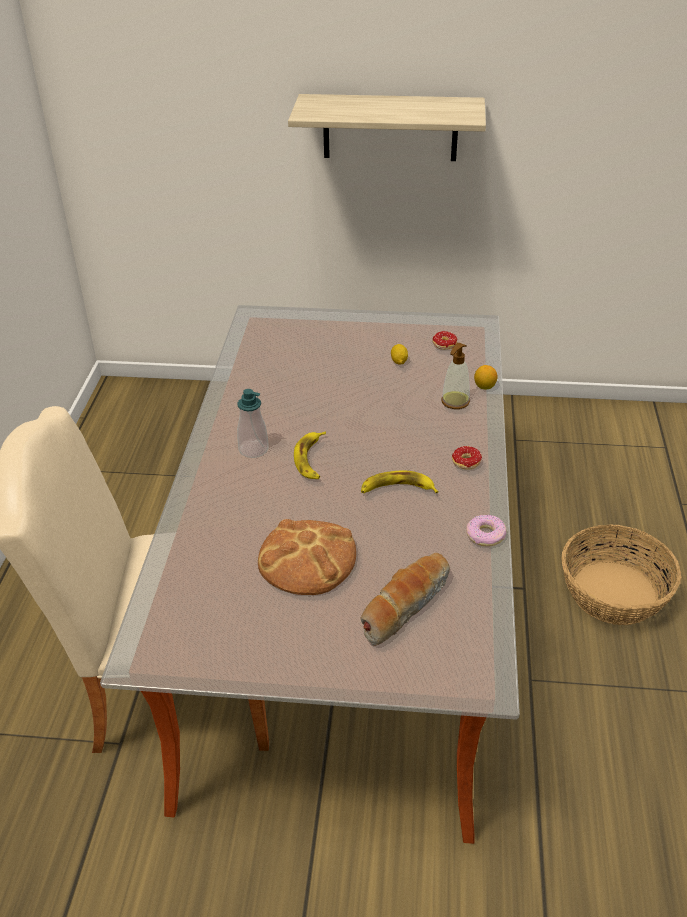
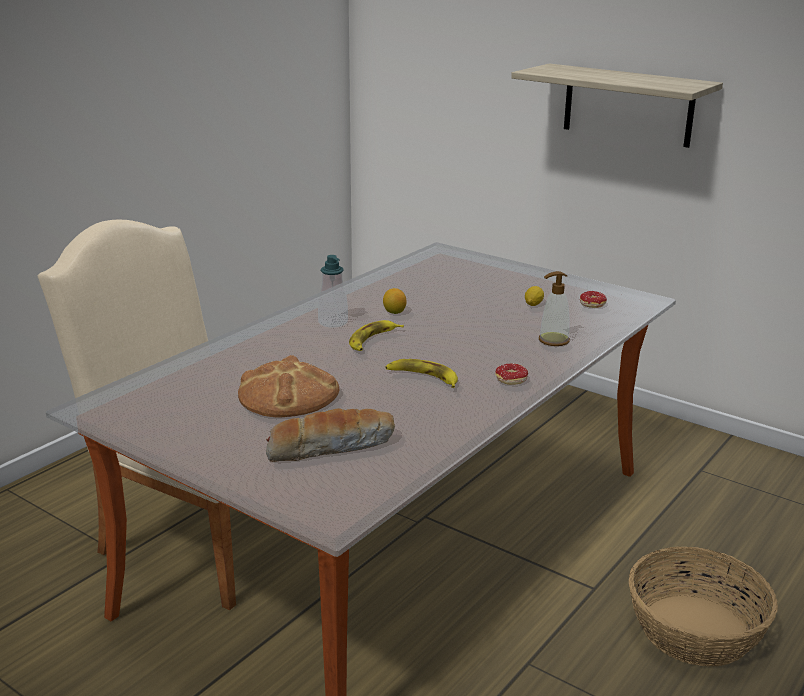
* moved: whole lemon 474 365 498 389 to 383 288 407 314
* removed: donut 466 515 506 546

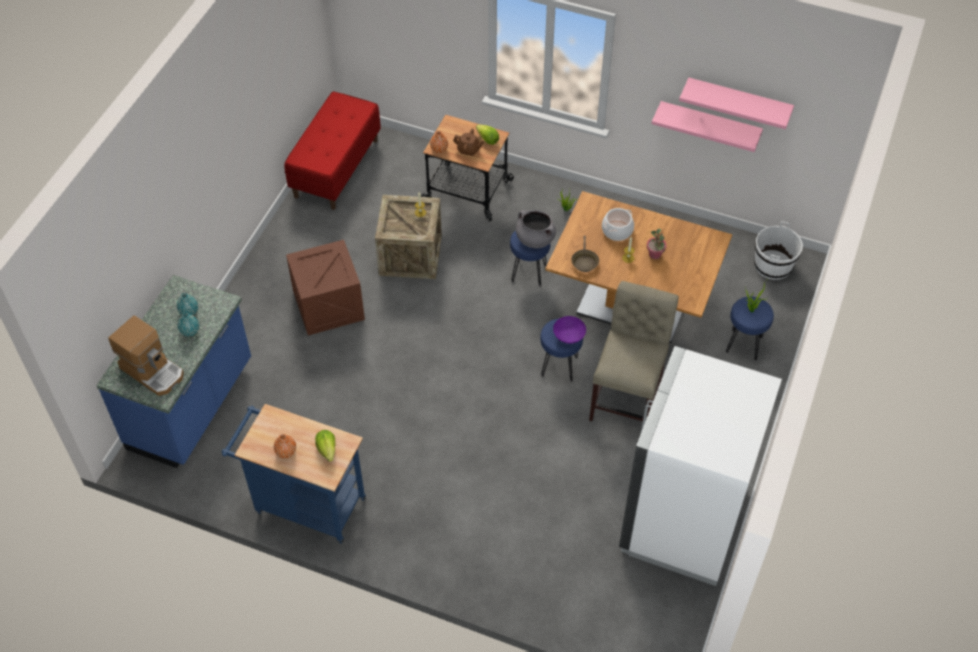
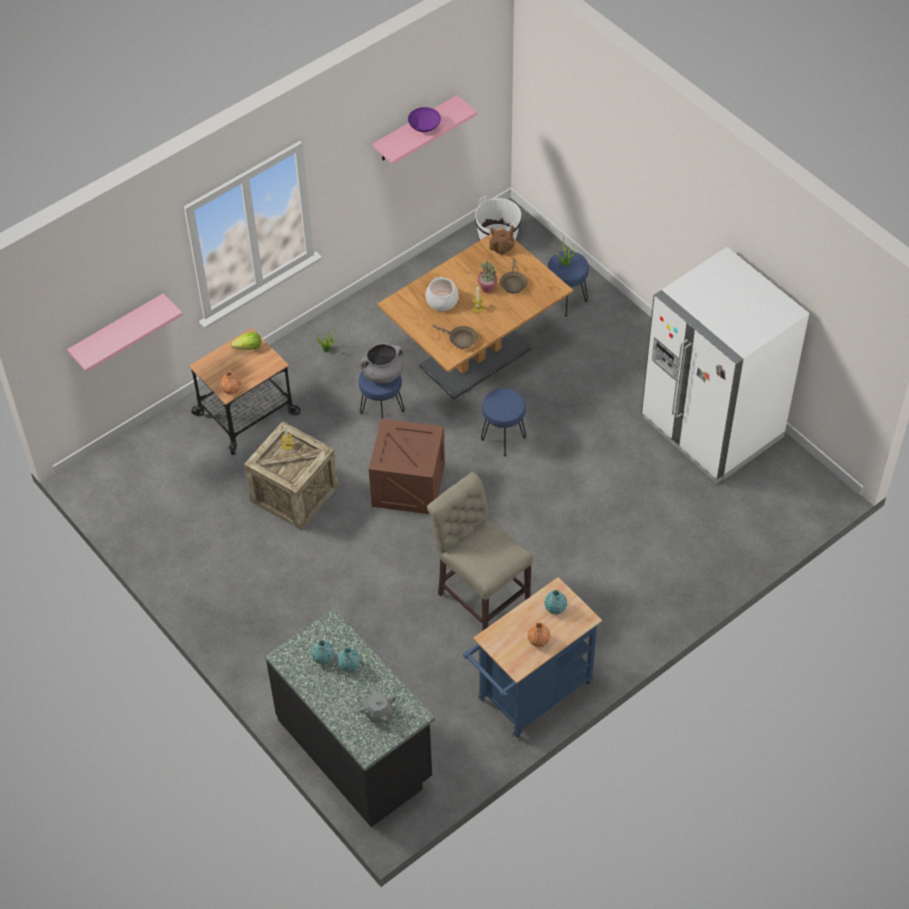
* moved: pink shelf 651 101 763 152 to 67 293 183 372
* recoloured: blue counter 96 275 251 468 to black-coloured counter 265 609 435 827
* replaced: coffee brewer 108 315 184 396 to gray teapot 360 687 396 723
* moved: shipping crate 286 240 365 335 to 369 418 445 514
* moved: purple bowl 553 316 586 344 to 408 107 441 132
* moved: beige chair 589 281 679 421 to 427 472 533 630
* moved: brown-coloured teapot 453 129 484 156 to 489 226 514 255
* added: brown-coloured frying pan 500 258 528 293
* replaced: lettuce head 315 430 336 462 to turquoise decorative vase 544 590 567 614
* removed: reddish indoor bench 284 91 381 210

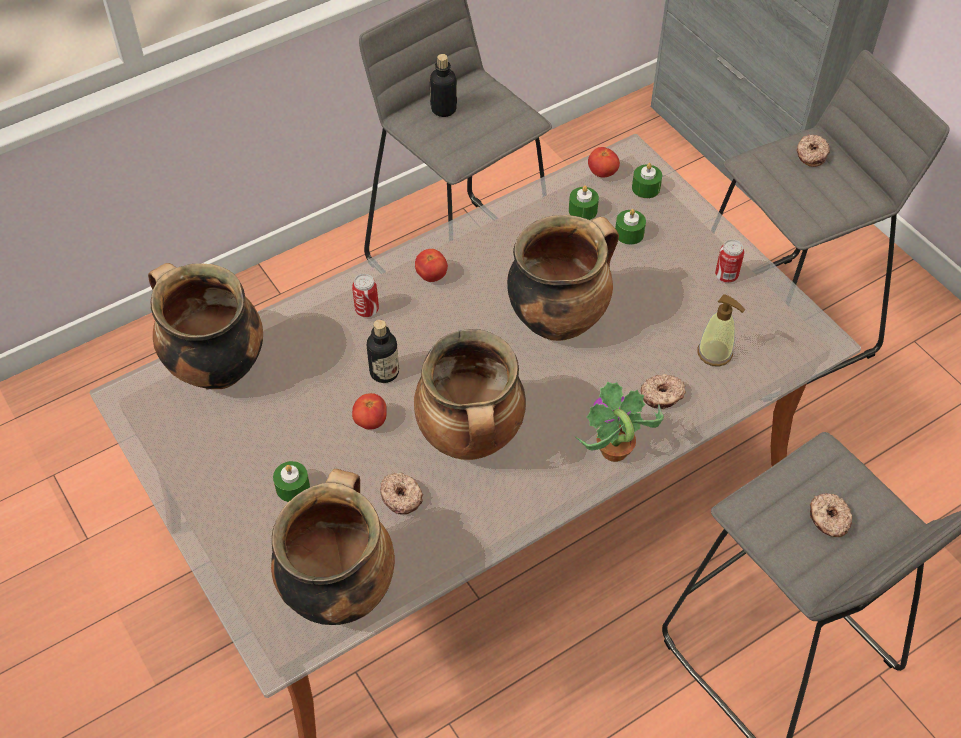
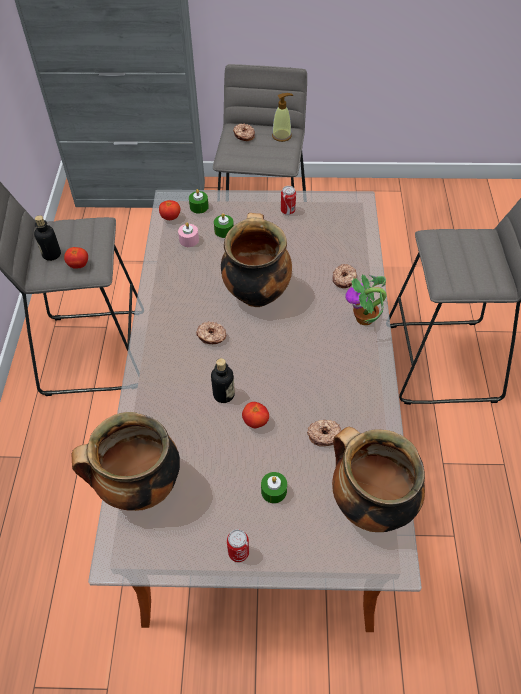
* moved: tomato 415 249 448 282 to 64 247 88 269
* recoloured: green-coloured candle 569 185 599 220 to pink candle 178 222 199 247
* moved: donut 810 493 852 537 to 196 321 227 344
* moved: can 352 274 379 317 to 227 529 249 562
* moved: soap dispenser 697 294 745 366 to 272 93 293 142
* removed: stockpot 414 329 526 460

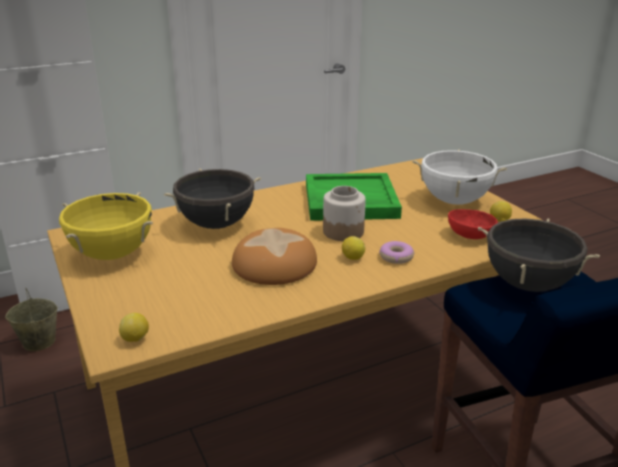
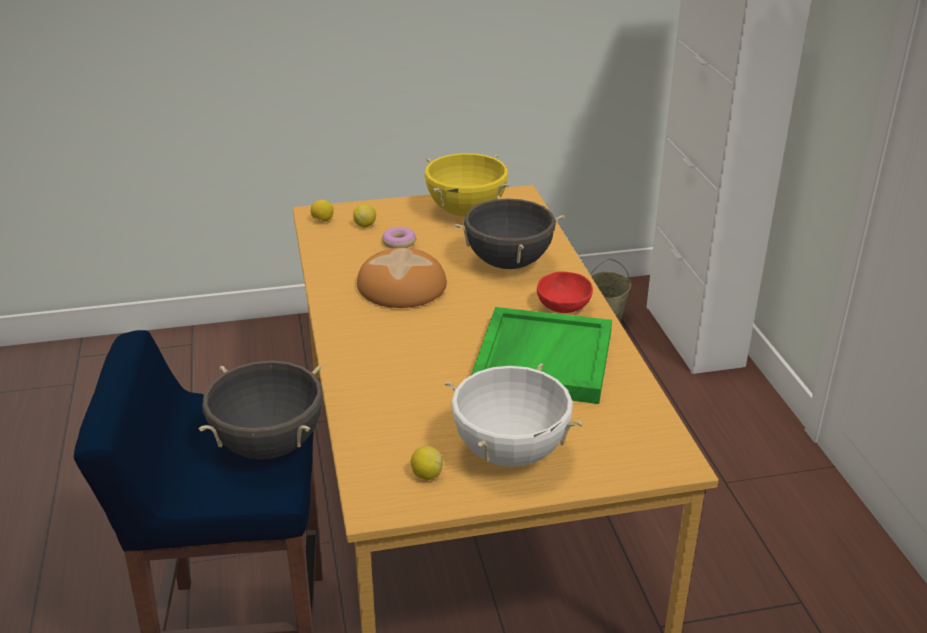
* moved: whole lemon 342 236 365 260 to 353 204 376 227
* moved: donut 379 241 414 264 to 382 227 416 248
* moved: reddish bowl 448 209 498 239 to 537 271 593 313
* removed: preserve jar 323 186 366 241

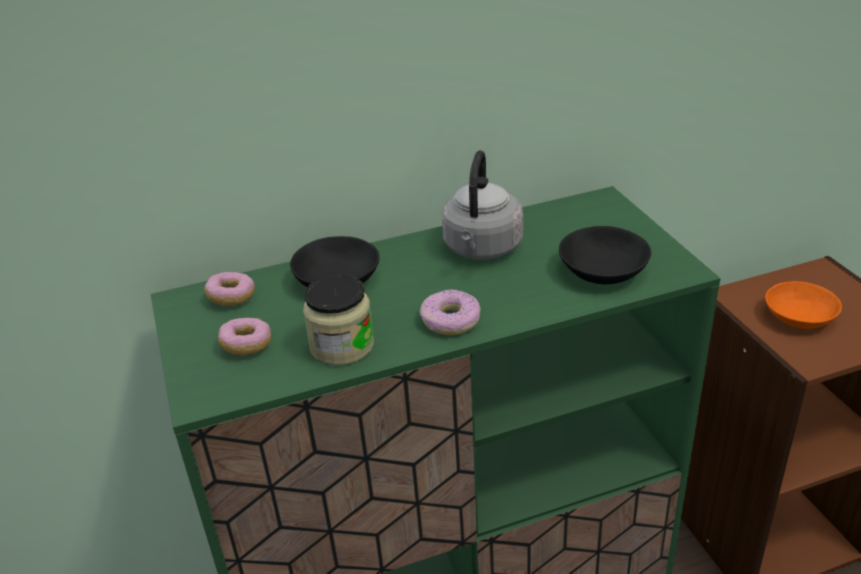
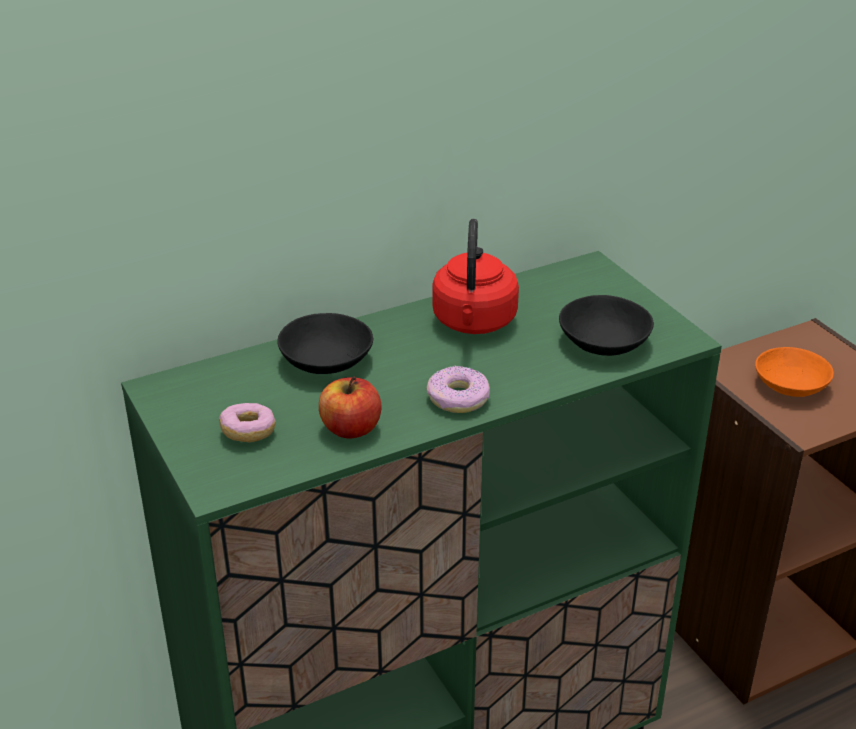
* replaced: preserve jar 303 274 374 366 to apple fruit 319 376 381 439
* recoloured: gray tea kettle 442 150 523 260 to reddish tea kettle 432 219 519 334
* removed: donut 204 272 255 306

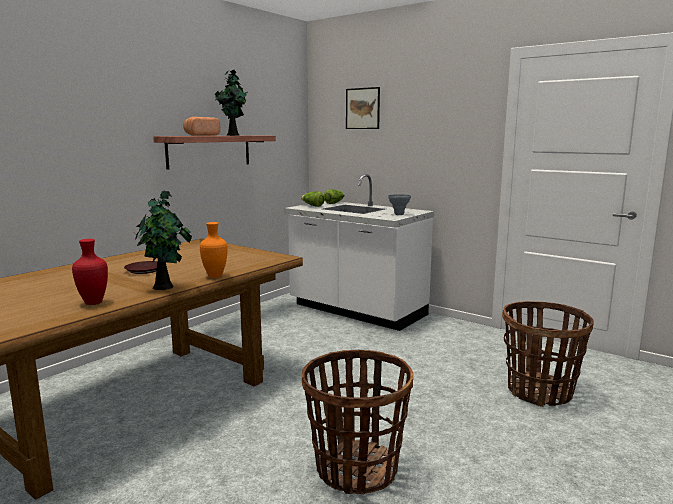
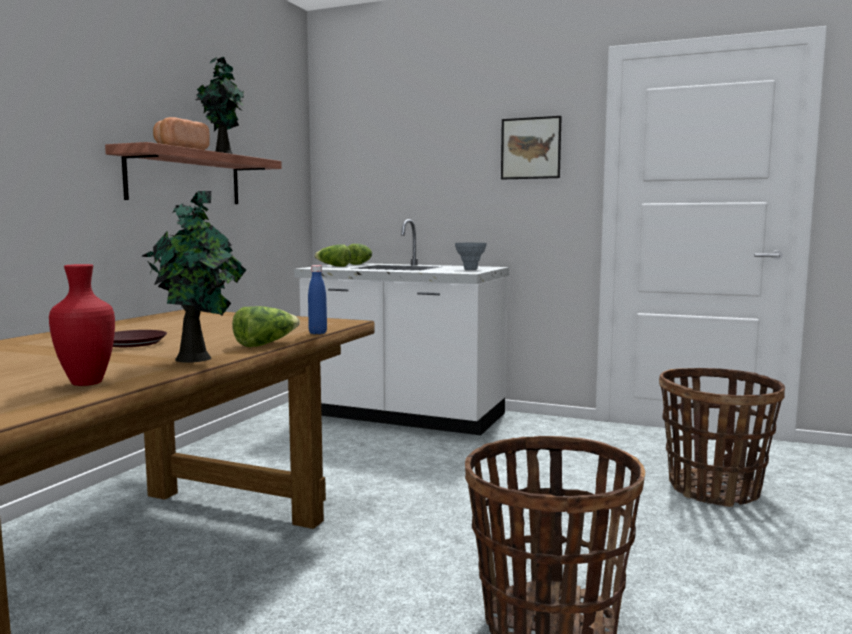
* replaced: orangey decorative vase 200 222 228 278 to lettuce head 232 306 300 347
* added: blue drink bottle 308 265 327 334
* moved: wall art 346 87 380 129 to 501 116 562 179

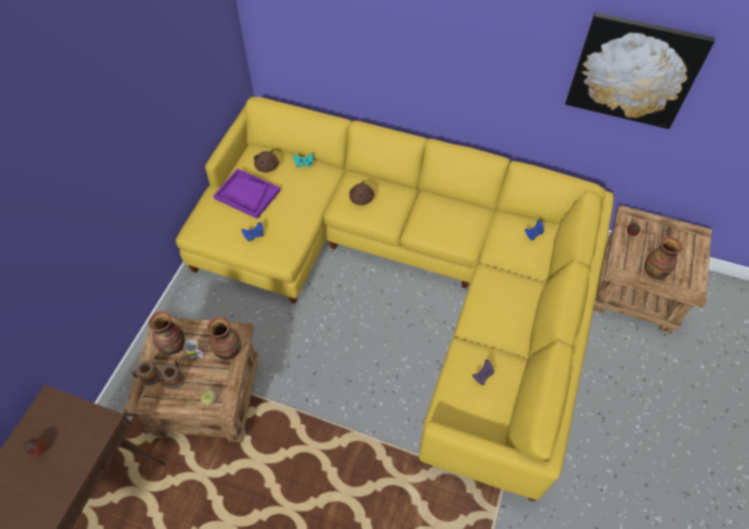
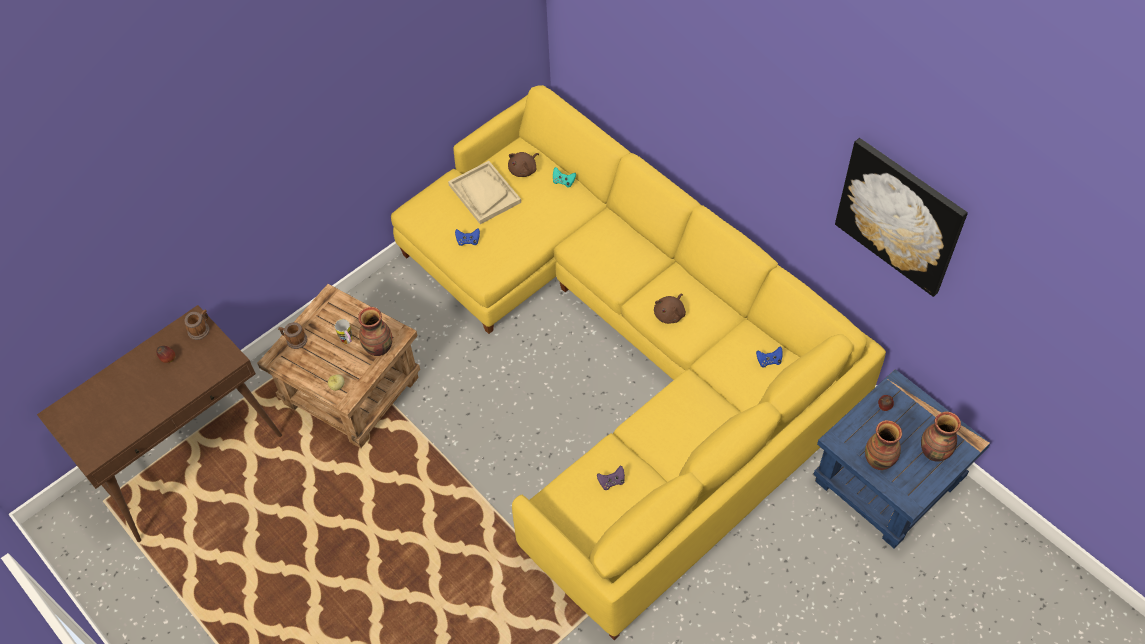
* moved: coffee mug 162 359 185 389 to 184 310 209 340
* recoloured: purple carrying tray 213 168 281 219 to beige carrying tray 448 161 521 224
* moved: brown-coloured cuddly toy 349 181 375 205 to 654 293 686 324
* recoloured: brown-coloured side table 593 205 712 333 to blue side table 813 369 990 548
* moved: decorative vase 148 311 185 355 to 921 411 961 462

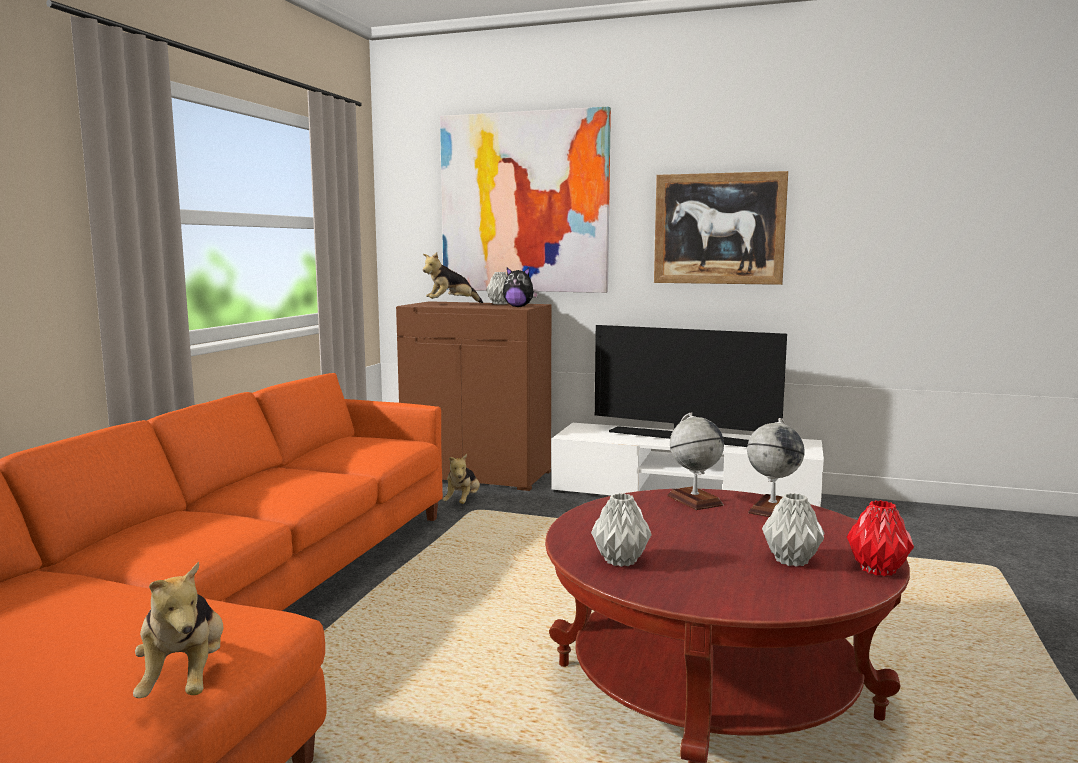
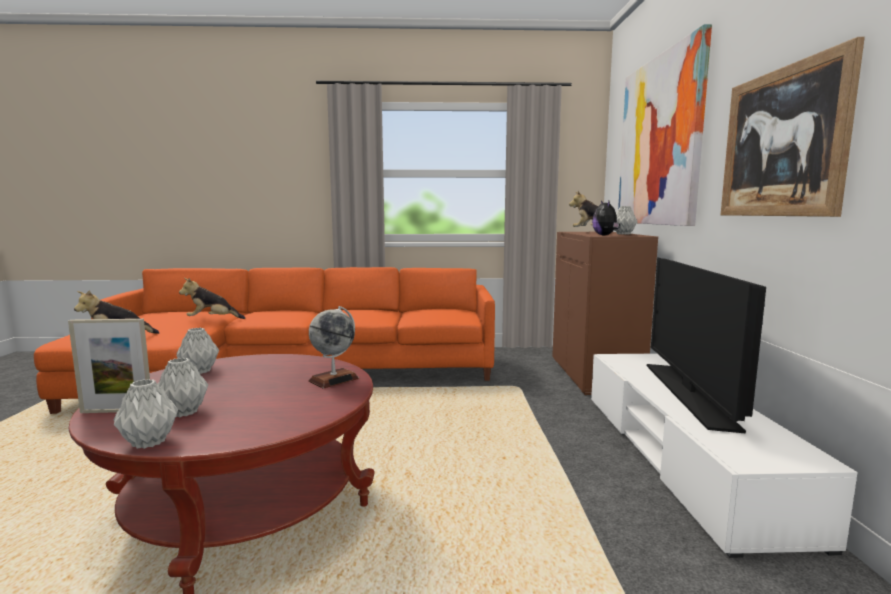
* added: standing frame 68 319 150 413
* recoloured: reddish decorative vase 847 500 914 576 to gray decorative vase 113 379 178 449
* moved: cuddly toy 443 454 480 504 to 179 278 245 319
* removed: world globe 747 418 805 517

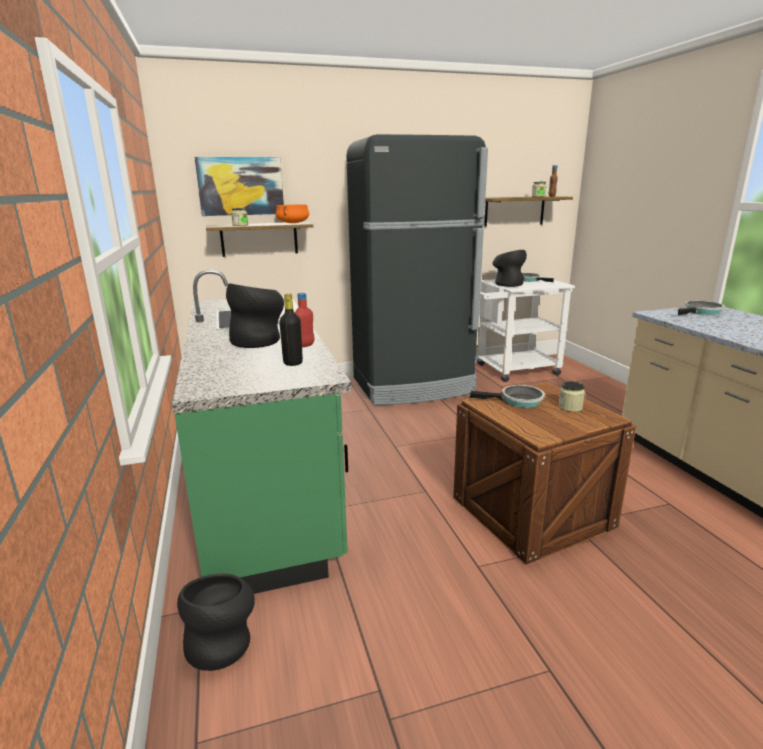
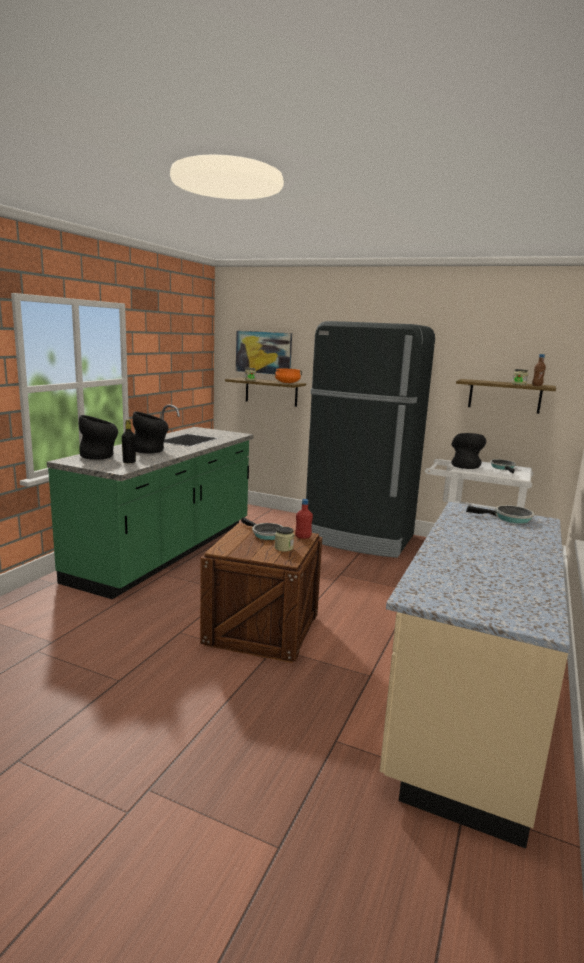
* moved: black-coloured decorative vase 177 574 255 671 to 79 415 118 460
* moved: reddish drink bottle 295 293 315 347 to 295 499 313 539

